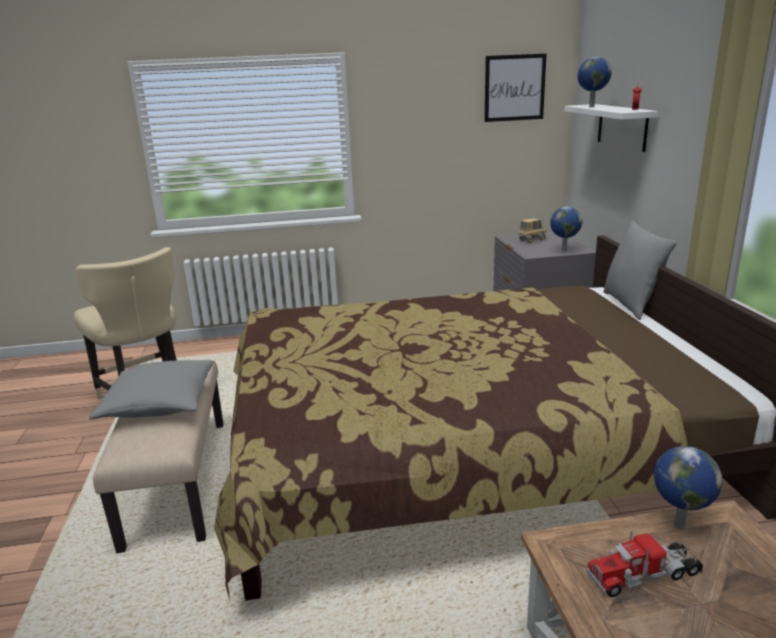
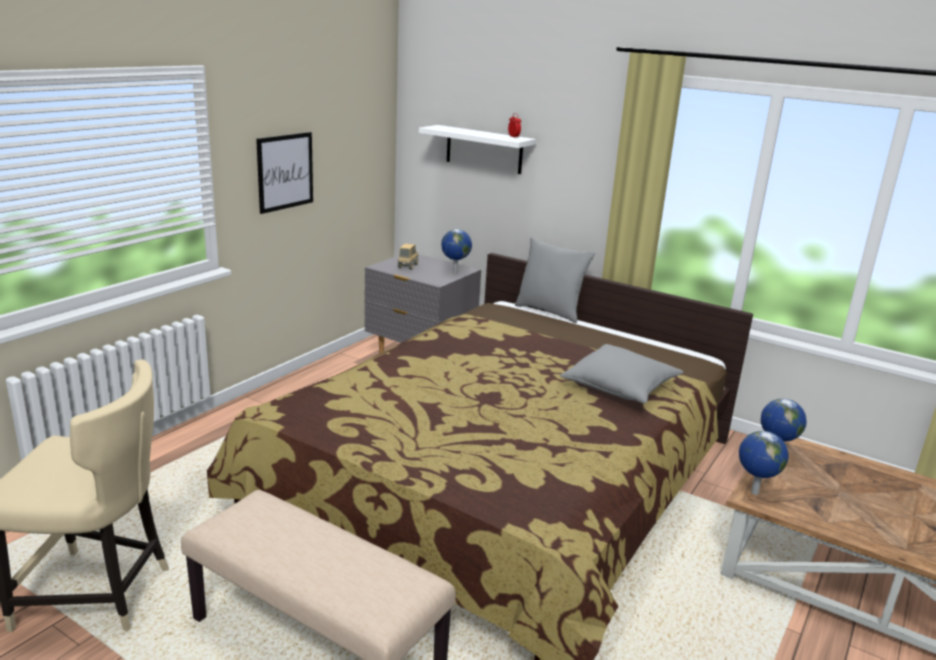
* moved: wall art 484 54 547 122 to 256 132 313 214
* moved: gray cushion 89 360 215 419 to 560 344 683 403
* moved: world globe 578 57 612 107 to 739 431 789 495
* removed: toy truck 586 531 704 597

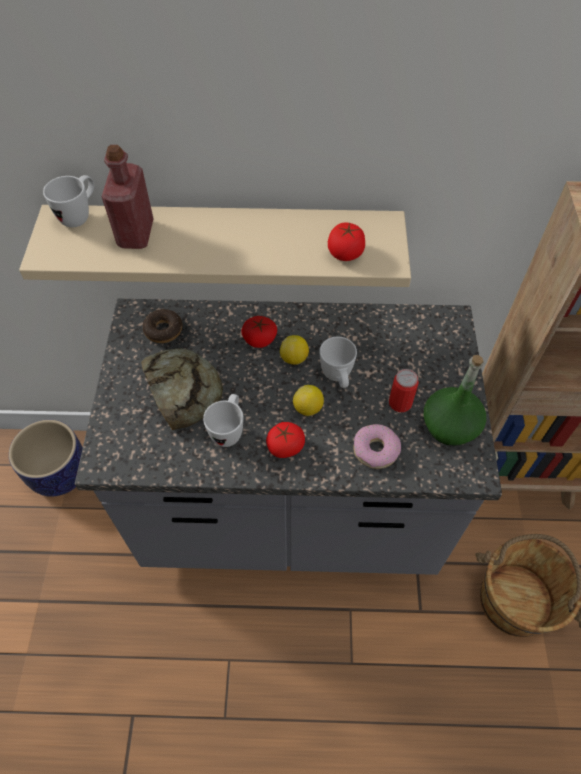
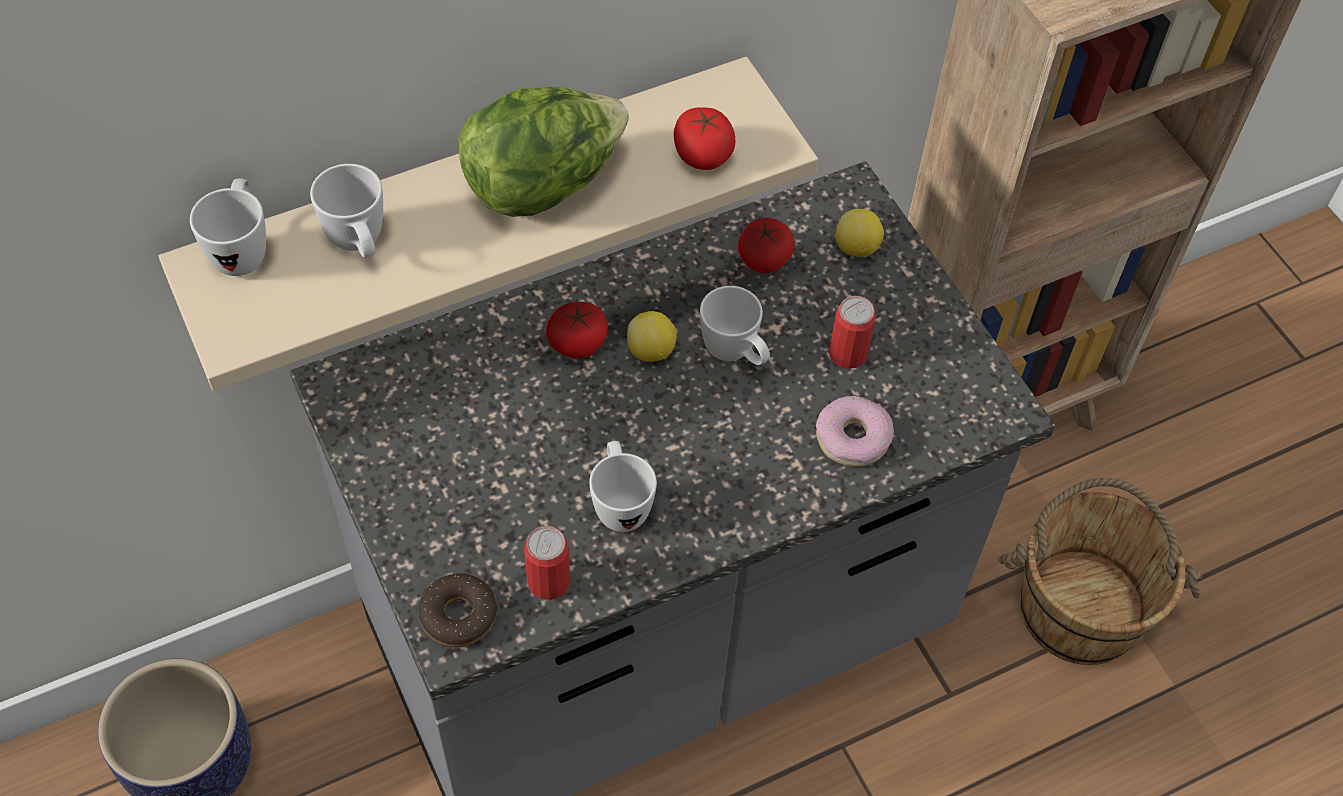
* replaced: reddish drink bottle 102 145 154 249 to whitish coffee mug 310 164 383 258
* moved: donut 142 309 182 343 to 418 574 497 647
* added: lettuce head 458 87 629 217
* added: can 524 526 570 600
* moved: tomato 266 422 305 458 to 738 218 795 273
* moved: whole lemon 293 385 324 416 to 835 209 884 257
* removed: bakery bread 141 349 223 430
* removed: green-coloured drink bottle 424 355 486 446

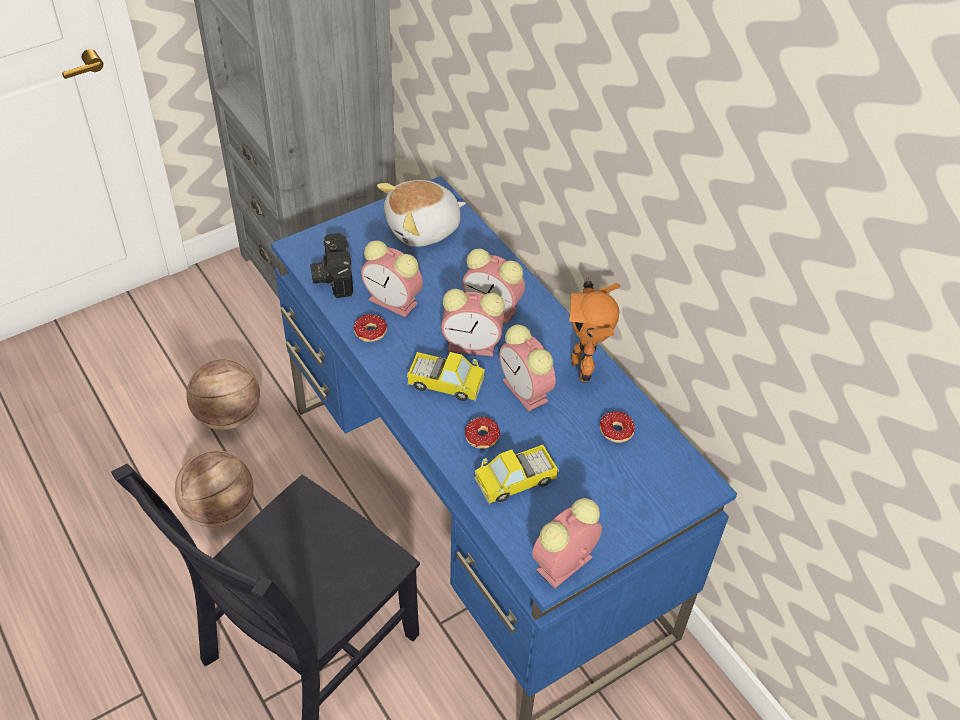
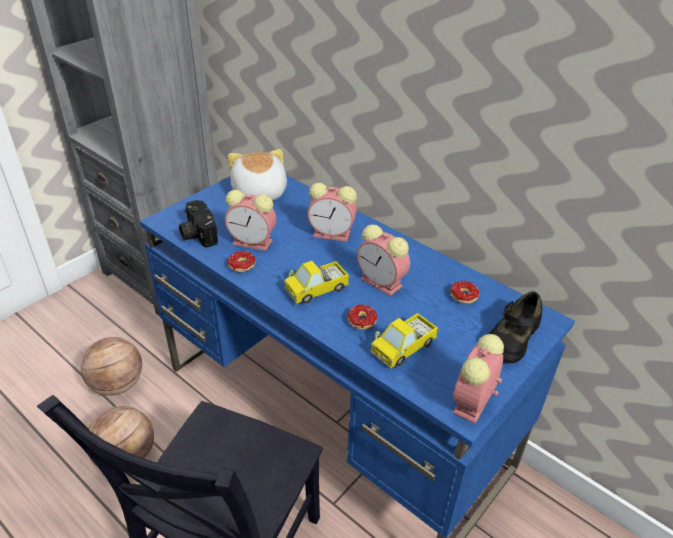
* turned: cuddly toy 377 180 466 247 = 228 149 287 201 120 degrees clockwise
* turned: toy truck 407 352 485 402 = 284 261 350 305 150 degrees clockwise
* added: black-coloured item of footwear 489 291 542 363
* removed: bedside clock 441 289 505 357
* removed: toy robot 569 277 620 384

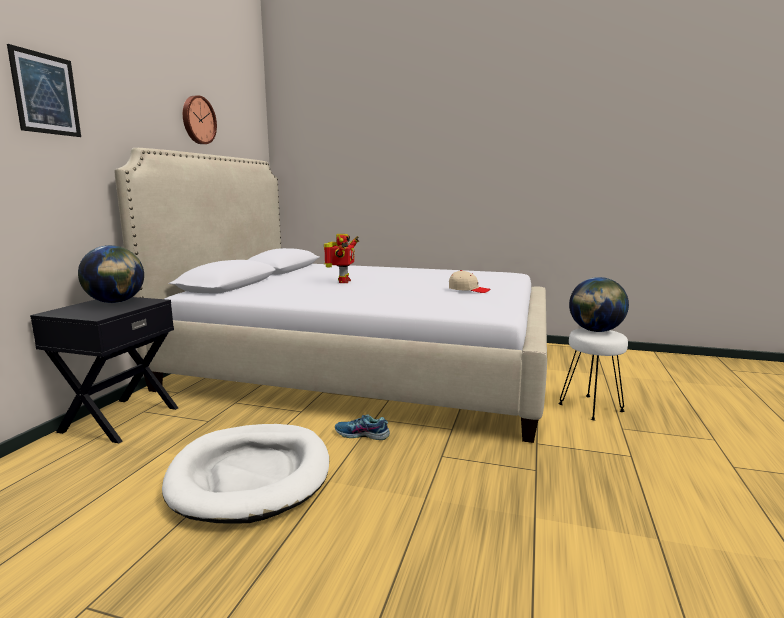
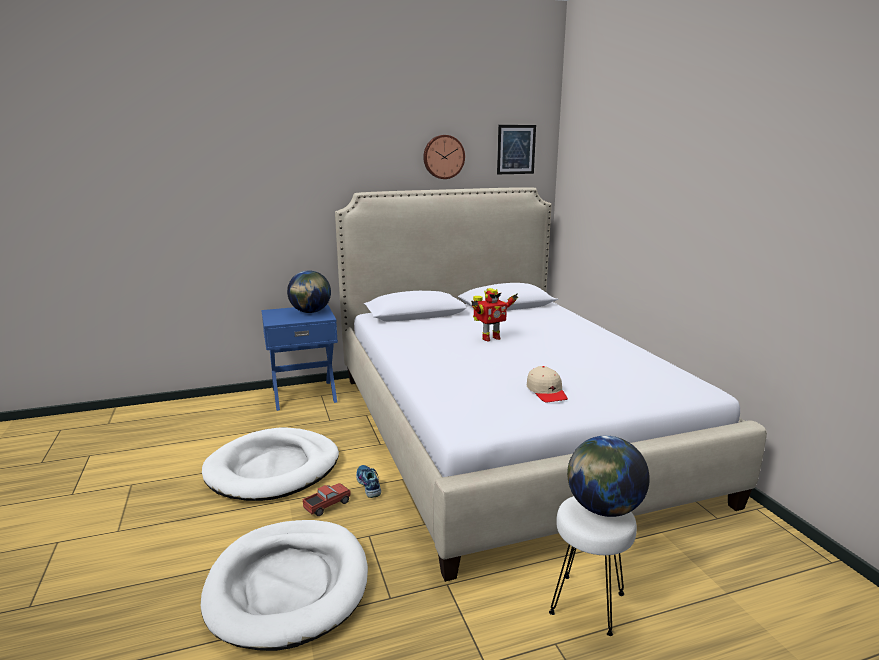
* added: whitish dog bed 201 520 368 651
* recoloured: black-coloured bedside table 30 297 178 443 to blue bedside table 261 304 338 411
* added: toy truck 303 483 351 516
* moved: wall art 7 44 81 137 to 497 125 536 174

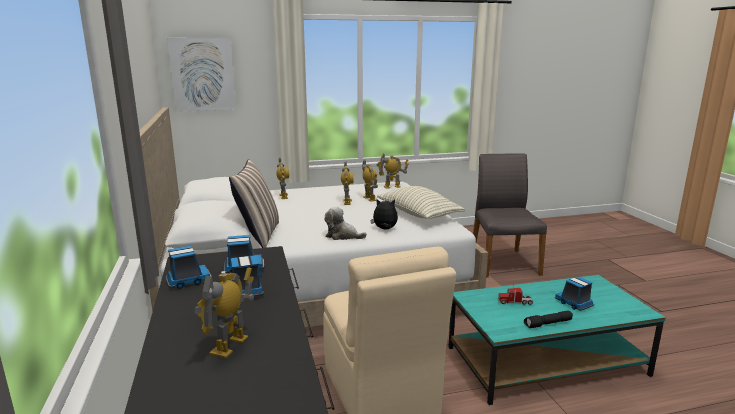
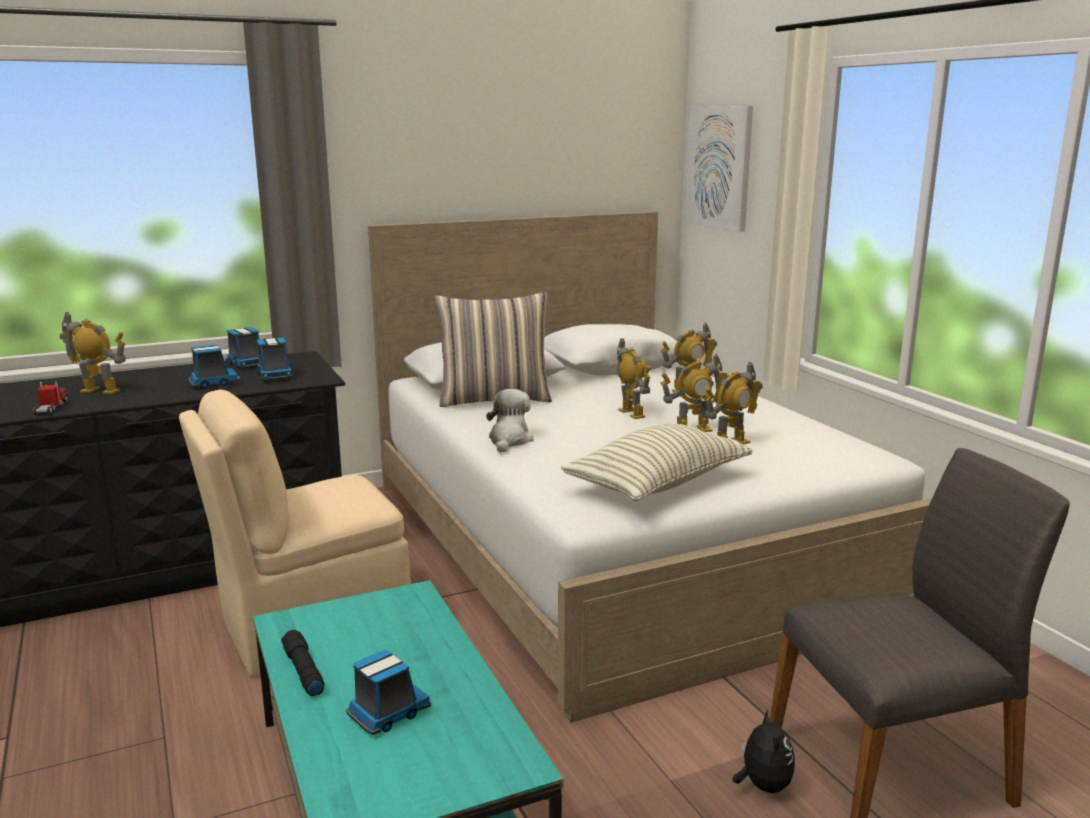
* moved: toy truck 498 285 533 305 to 33 381 68 415
* moved: toy robot 376 153 409 189 to 617 339 651 419
* moved: cuddly toy 371 199 398 229 to 733 709 795 793

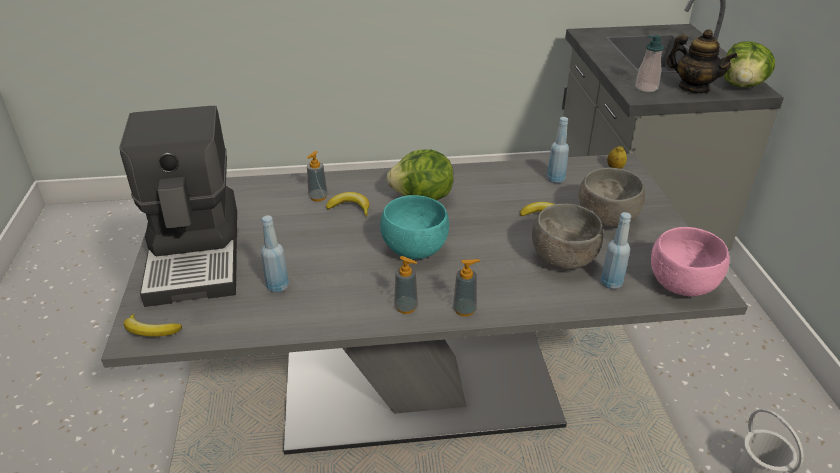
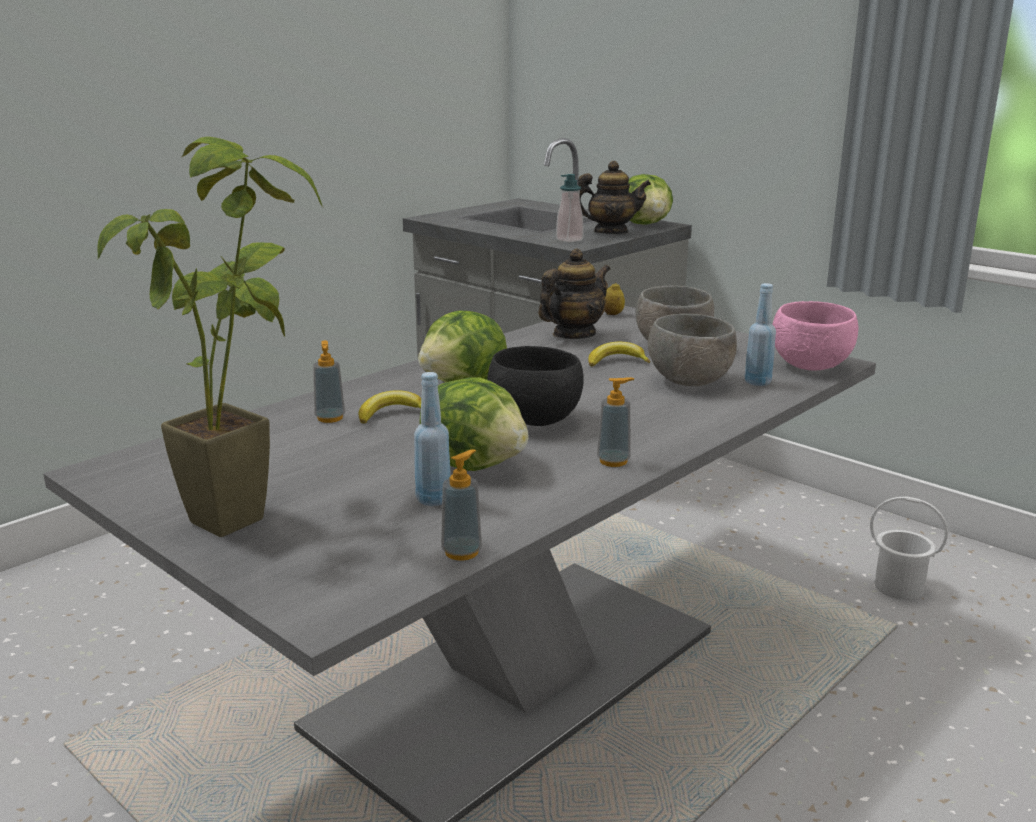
* replaced: coffee brewer 119 105 237 307 to plant in a pot 98 137 323 537
* added: lettuce head 419 377 529 471
* moved: soap dispenser 453 259 480 317 to 441 449 482 561
* recoloured: turquoise bowl 380 195 449 259 to black-coloured bowl 487 346 583 426
* replaced: blue drink bottle 547 117 569 183 to teapot 538 248 610 339
* removed: banana fruit 124 314 182 337

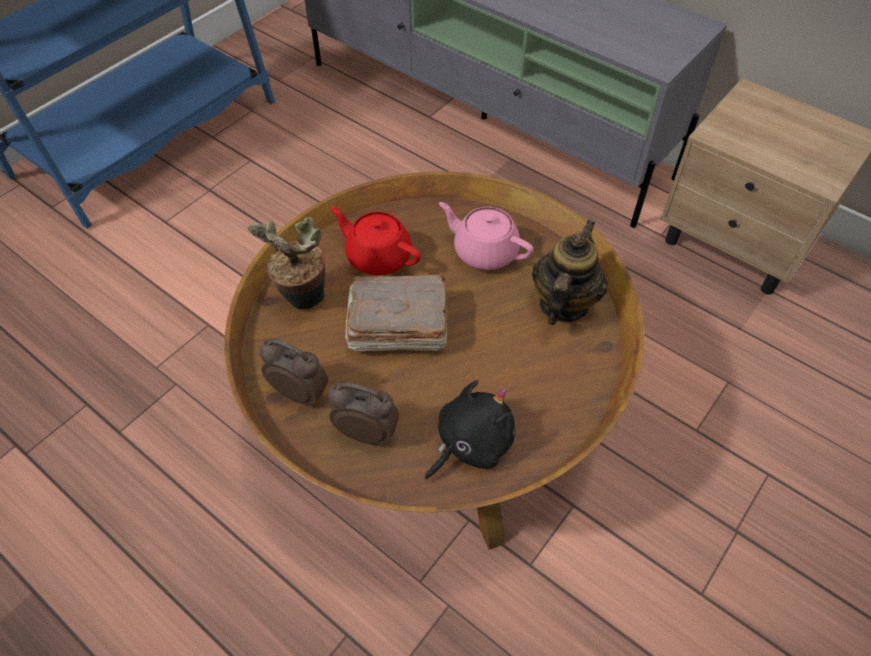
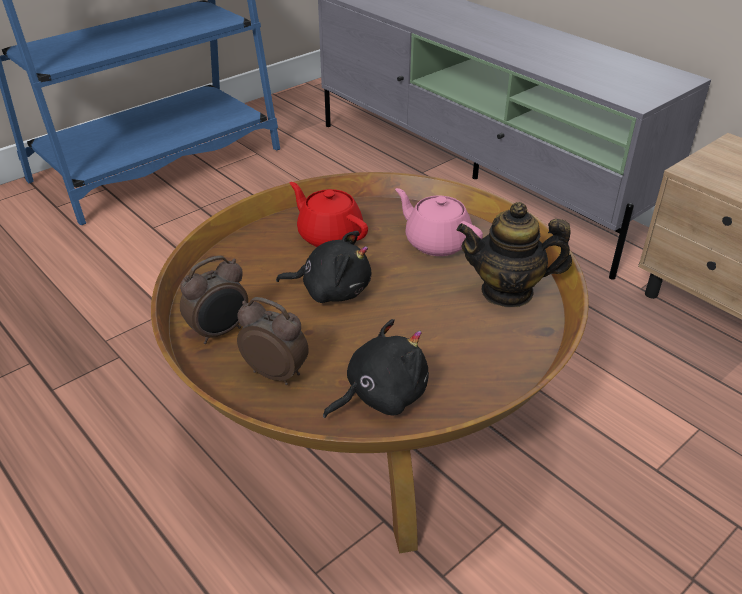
* turned: bedside clock 260 338 328 407 = 180 256 248 344 105 degrees clockwise
* replaced: brown-coloured book 345 275 447 351 to black-coloured cuddly toy 276 231 372 303
* turned: teapot 532 220 608 325 = 457 202 572 307 120 degrees counterclockwise
* removed: plant in a pot 248 217 325 309

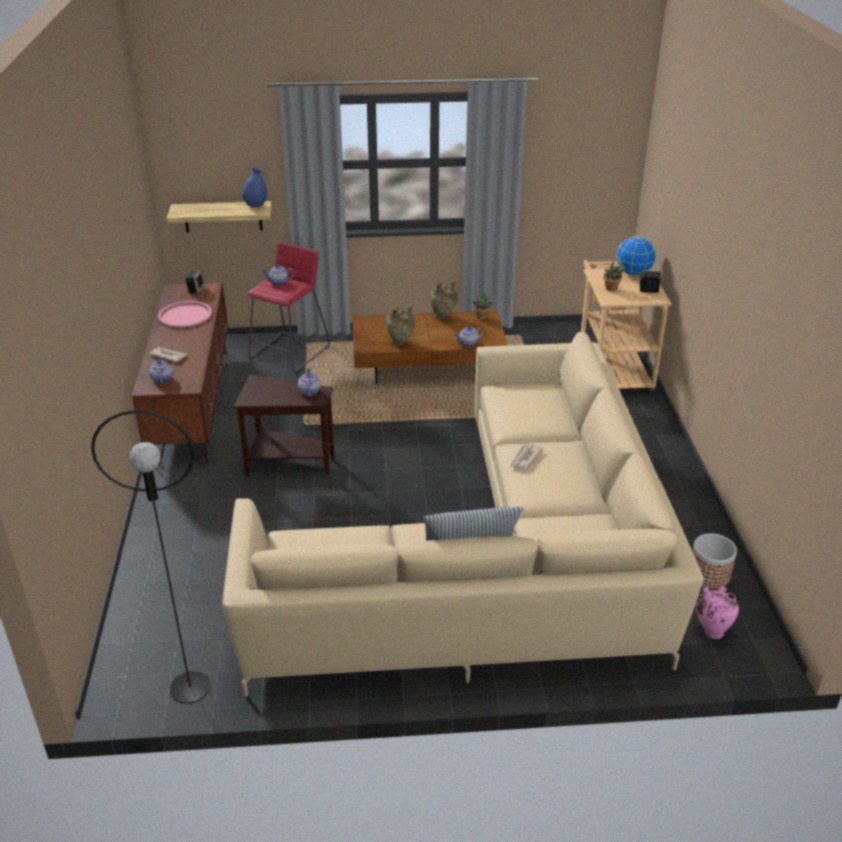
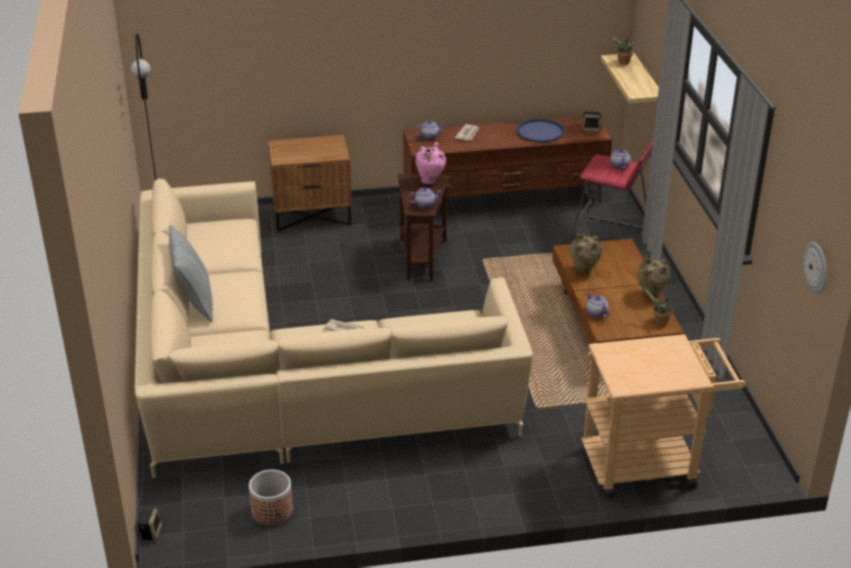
* moved: loudspeaker 639 270 661 293 to 137 507 162 540
* added: brown-coloured bedside table 268 135 352 232
* moved: pink decorative vase 696 586 739 639 to 415 142 446 184
* recoloured: pink carrying tray 158 301 212 328 to blue carrying tray 516 118 565 143
* moved: plant in a pot 604 260 626 291 to 610 37 638 65
* added: wall clock 803 242 827 294
* removed: blue decorative vase 242 167 267 207
* removed: world globe 616 236 656 276

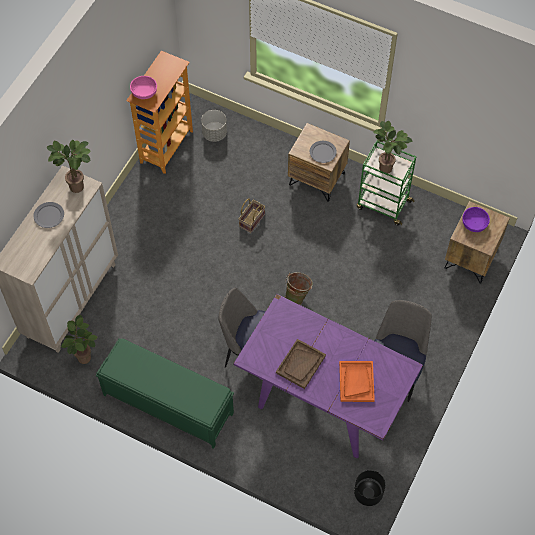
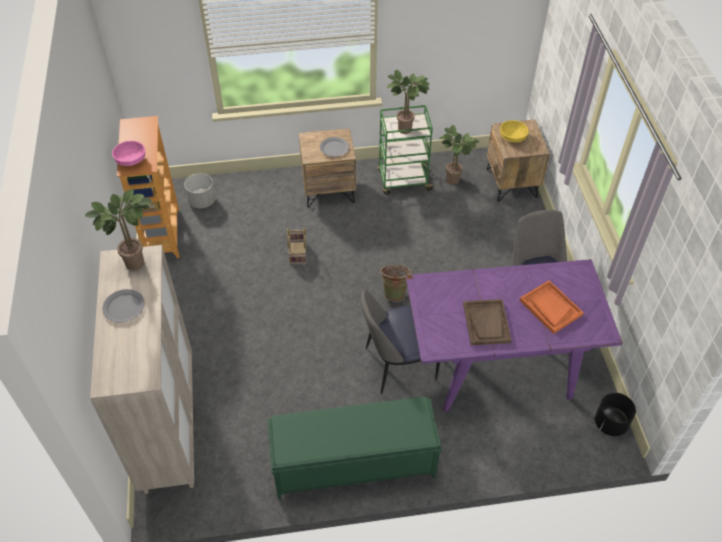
* moved: plant in a pot 61 315 98 364 to 439 125 479 185
* recoloured: purple bowl 463 207 490 232 to yellow-coloured bowl 500 120 529 142

